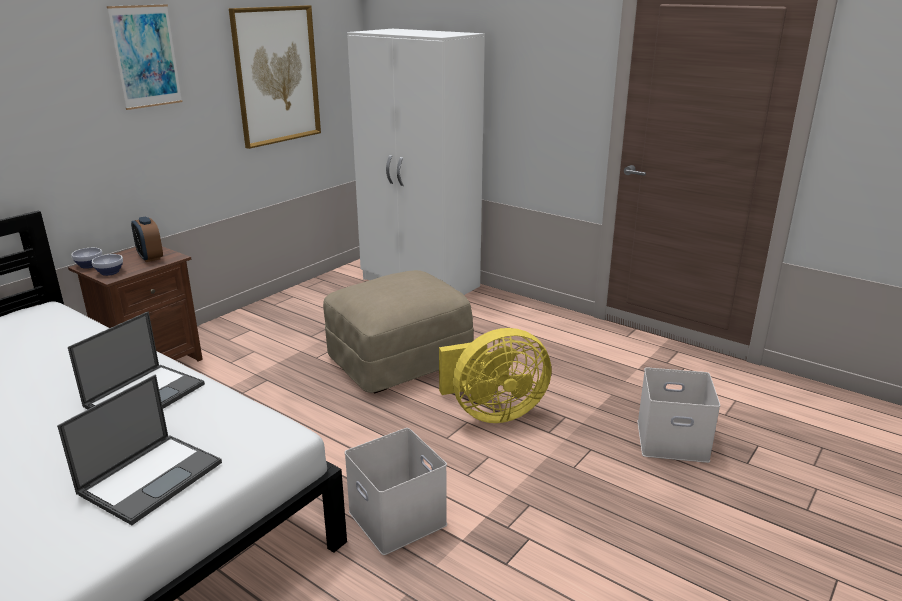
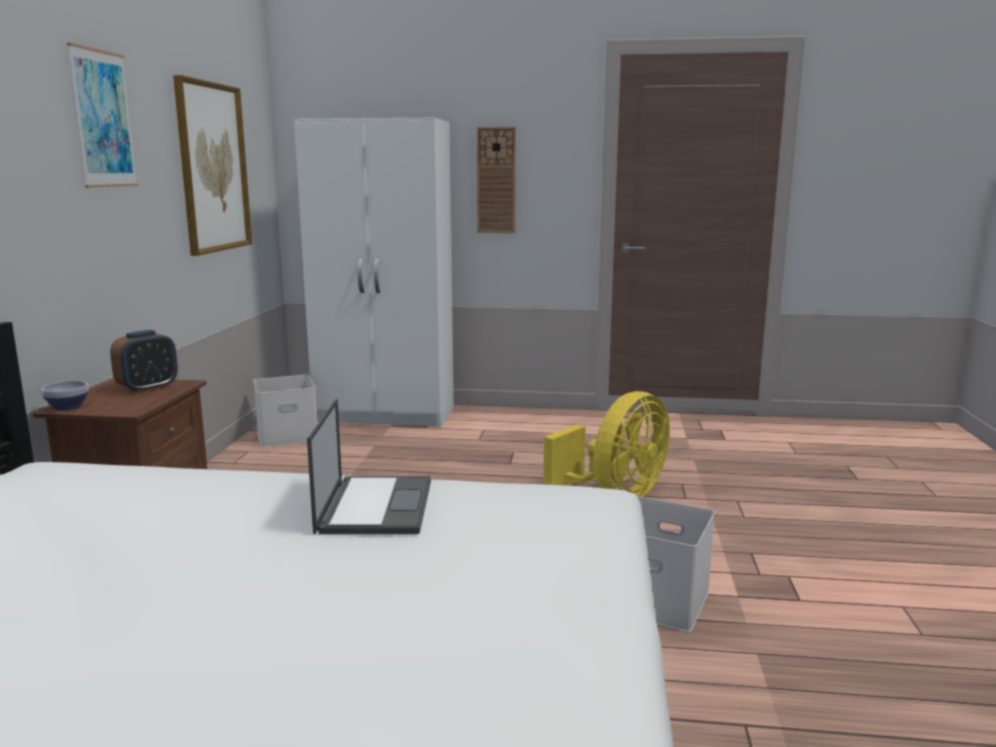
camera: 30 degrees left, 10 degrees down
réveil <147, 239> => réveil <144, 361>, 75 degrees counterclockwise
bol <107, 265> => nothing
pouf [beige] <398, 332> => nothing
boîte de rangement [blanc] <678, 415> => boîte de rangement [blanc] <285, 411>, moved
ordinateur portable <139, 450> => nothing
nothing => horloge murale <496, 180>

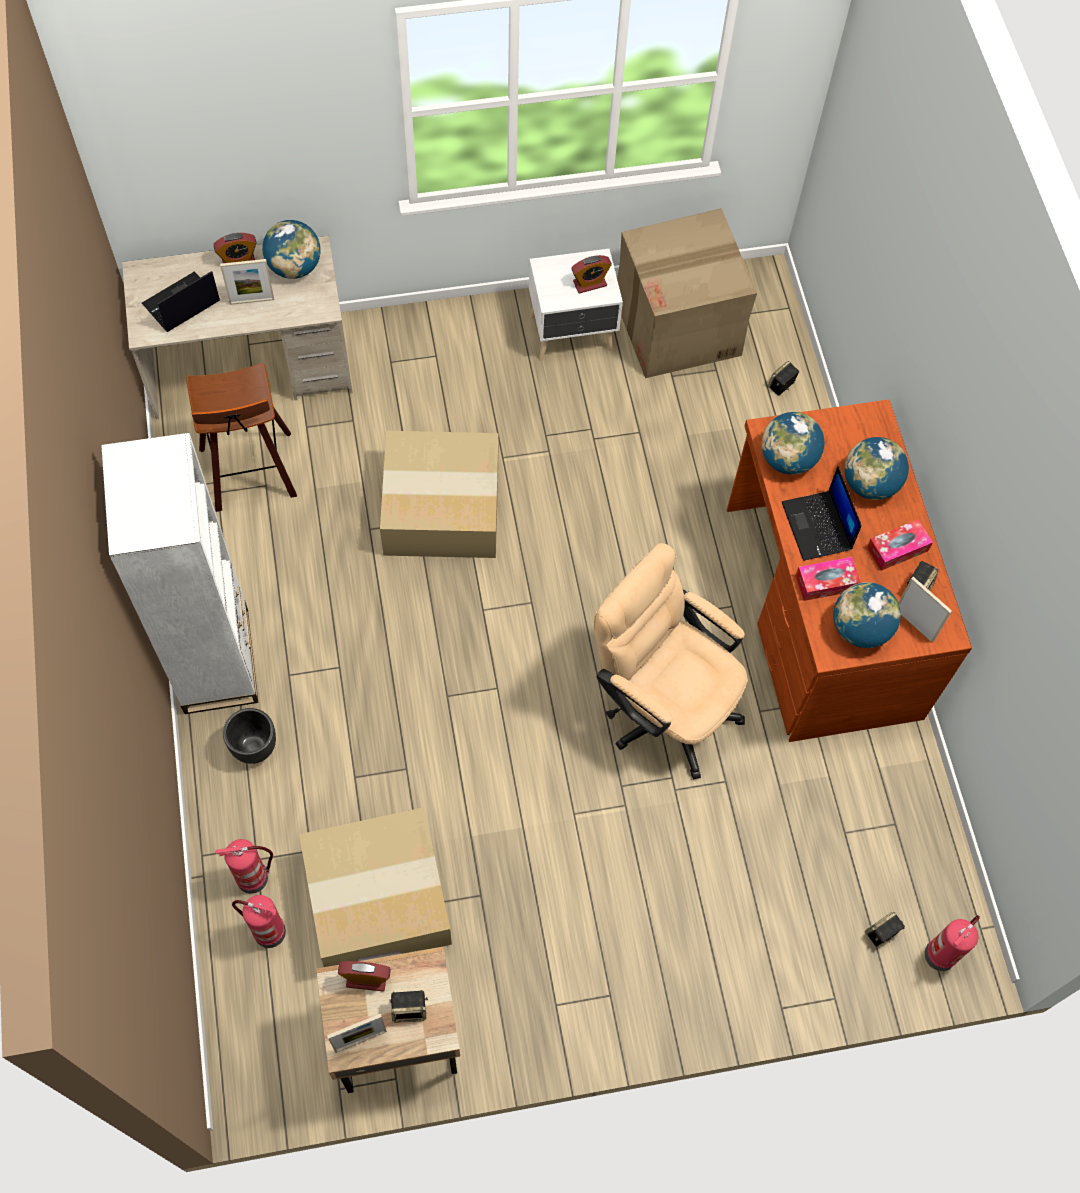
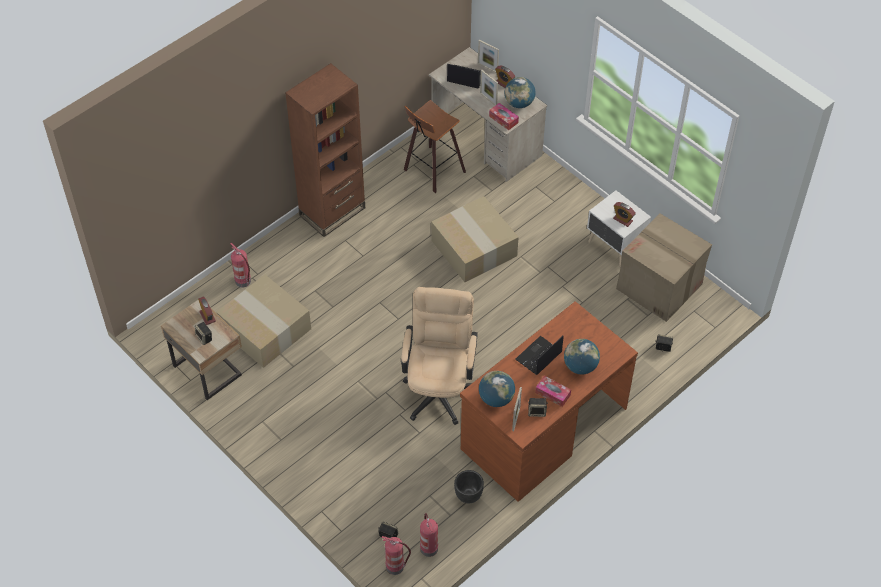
camera: 60 degrees right, 10 degrees down
globe <792, 443> => nothing
bibliothèque [blanc] <179, 573> => bibliothèque [marron] <325, 150>
boîte à mouchoirs <828, 579> => boîte à mouchoirs <504, 116>, moved
cache-pot [noir] <249, 736> => cache-pot [noir] <469, 486>, moved
extincteur <259, 921> => extincteur <429, 535>, moved
cadre photo <357, 1033> => cadre photo <488, 56>, moved

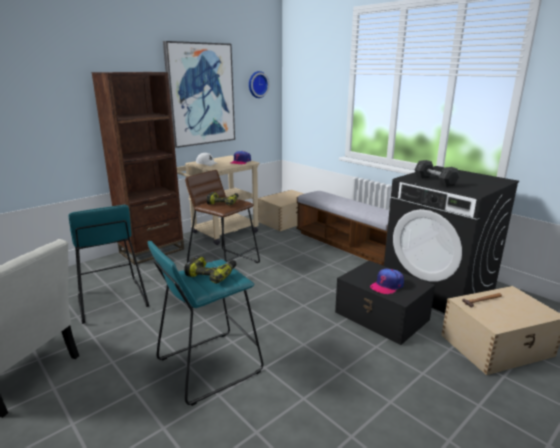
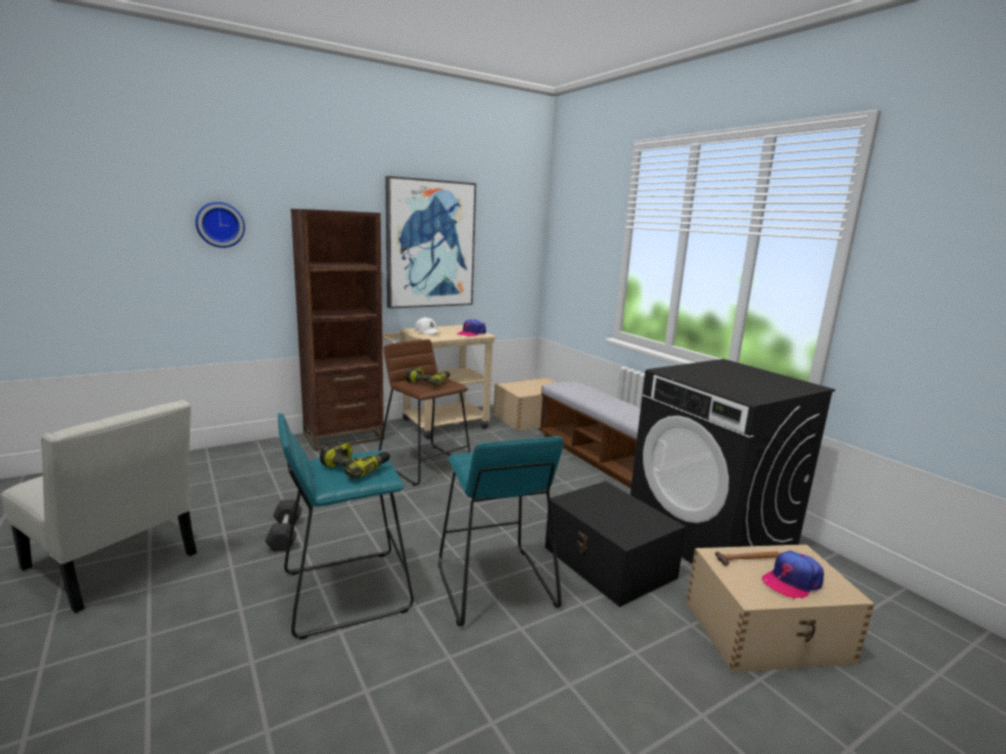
camera: 10 degrees right, 5 degrees down
horloge murale <259, 84> => horloge murale <220, 225>, moved
haltère [gris] <437, 173> => haltère [gris] <283, 525>, moved
tabouret [turquoise] <109, 264> => tabouret [turquoise] <501, 531>, moved
casquette <387, 281> => casquette <793, 575>, moved

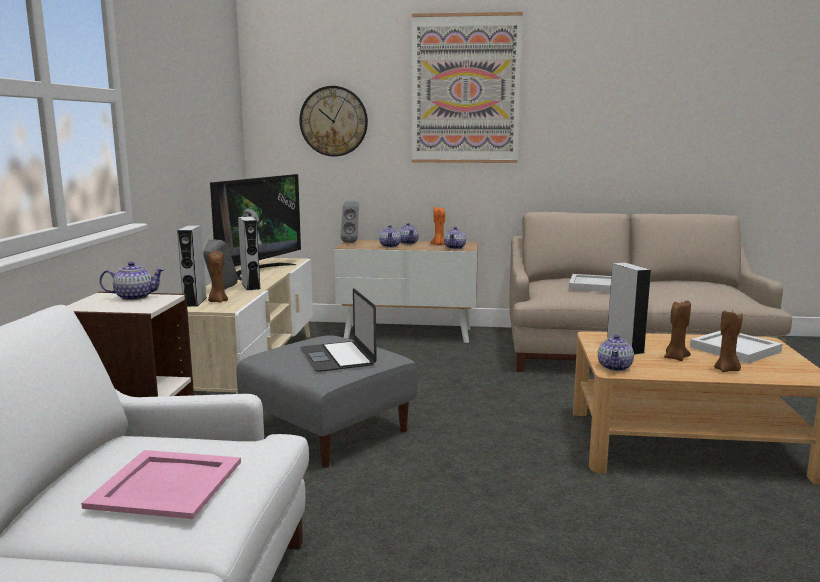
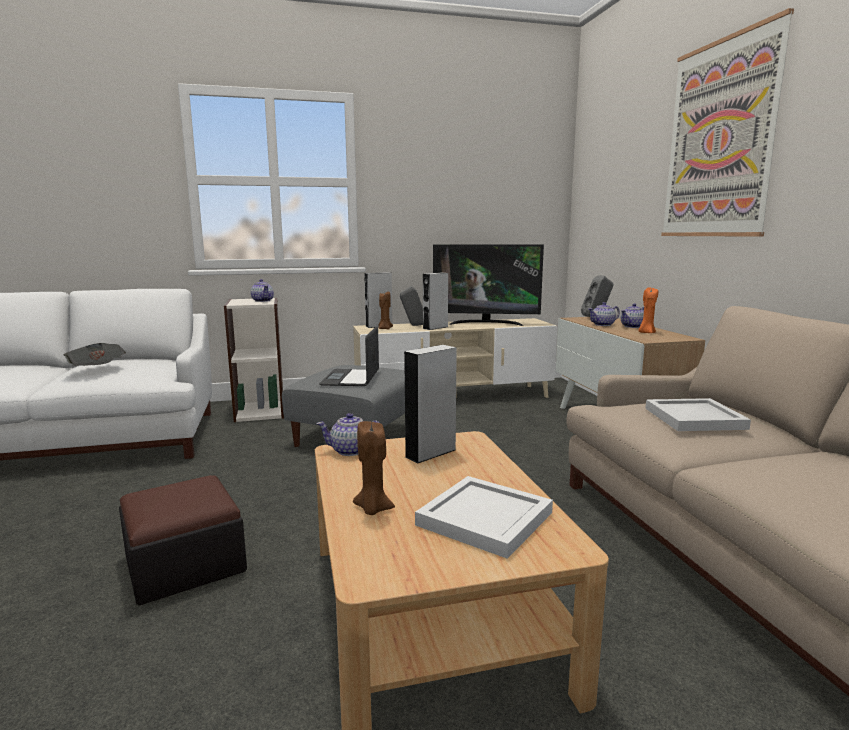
camera: 70 degrees right, 0 degrees up
horloge murale <333, 121> => nothing
théière <455, 238> => nothing
ordinateur portable <338, 330> => ordinateur portable <349, 356>, 45 degrees counterclockwise
bougie [marron] <677, 330> => nothing
plateau [rose] <161, 484> => journal <95, 354>
nothing => pouf <183, 540>

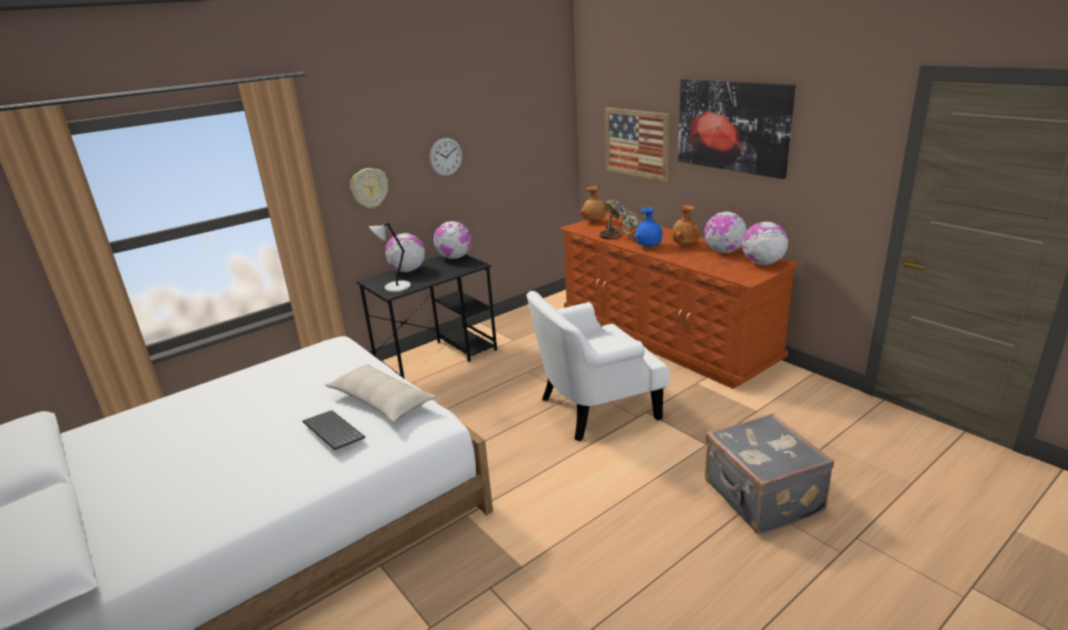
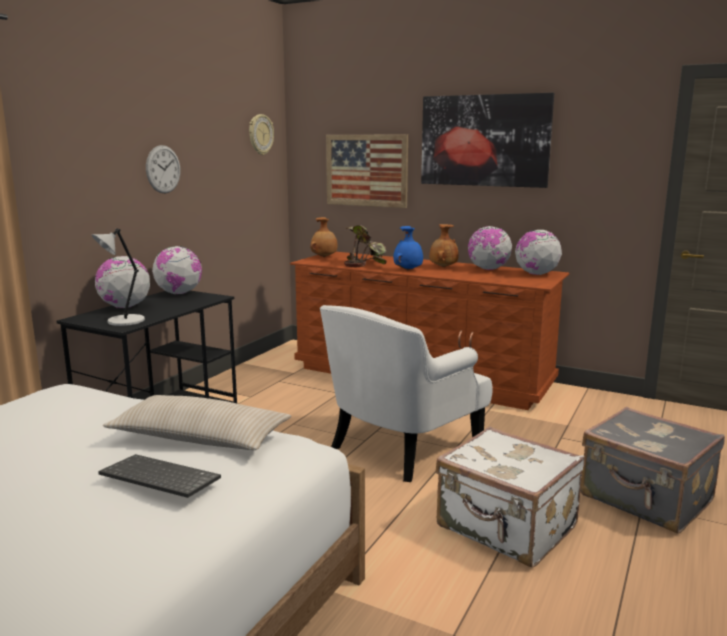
camera: 25 degrees left, 10 degrees down
horloge murale <369, 188> => horloge murale <261, 134>, moved
nothing => valise [blanc] <510, 497>

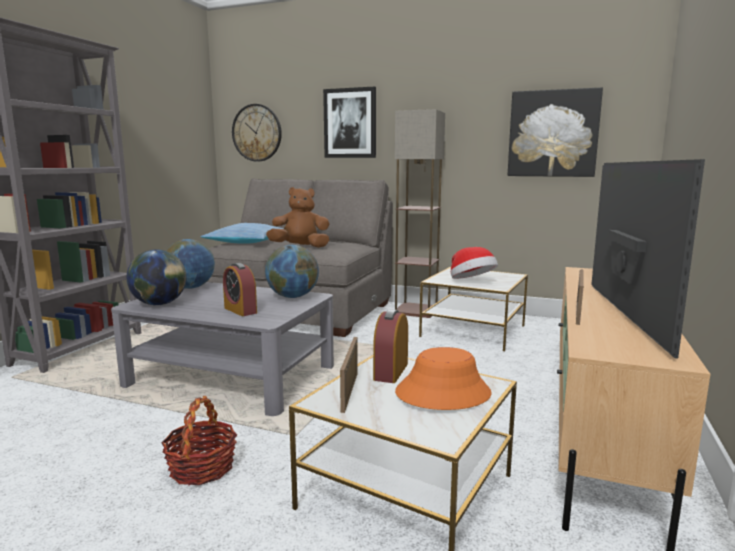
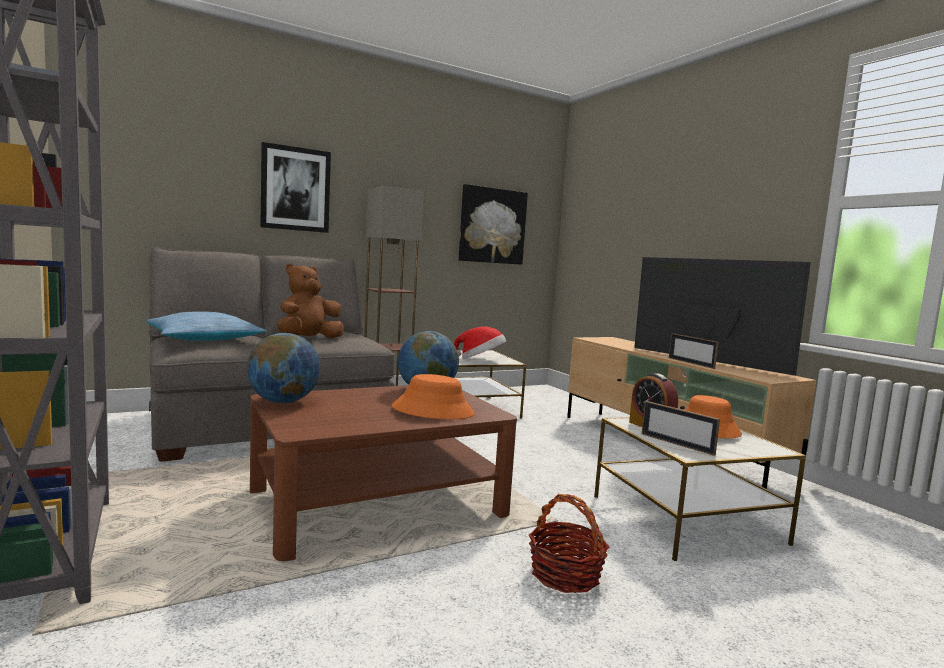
camera: 50 degrees left, 5 degrees down
horloge murale <257, 133> => nothing
globe <157, 277> => nothing
réveil <240, 289> => chapeau [orange] <433, 396>
table basse [gris] <222, 349> => table basse [marron] <383, 473>

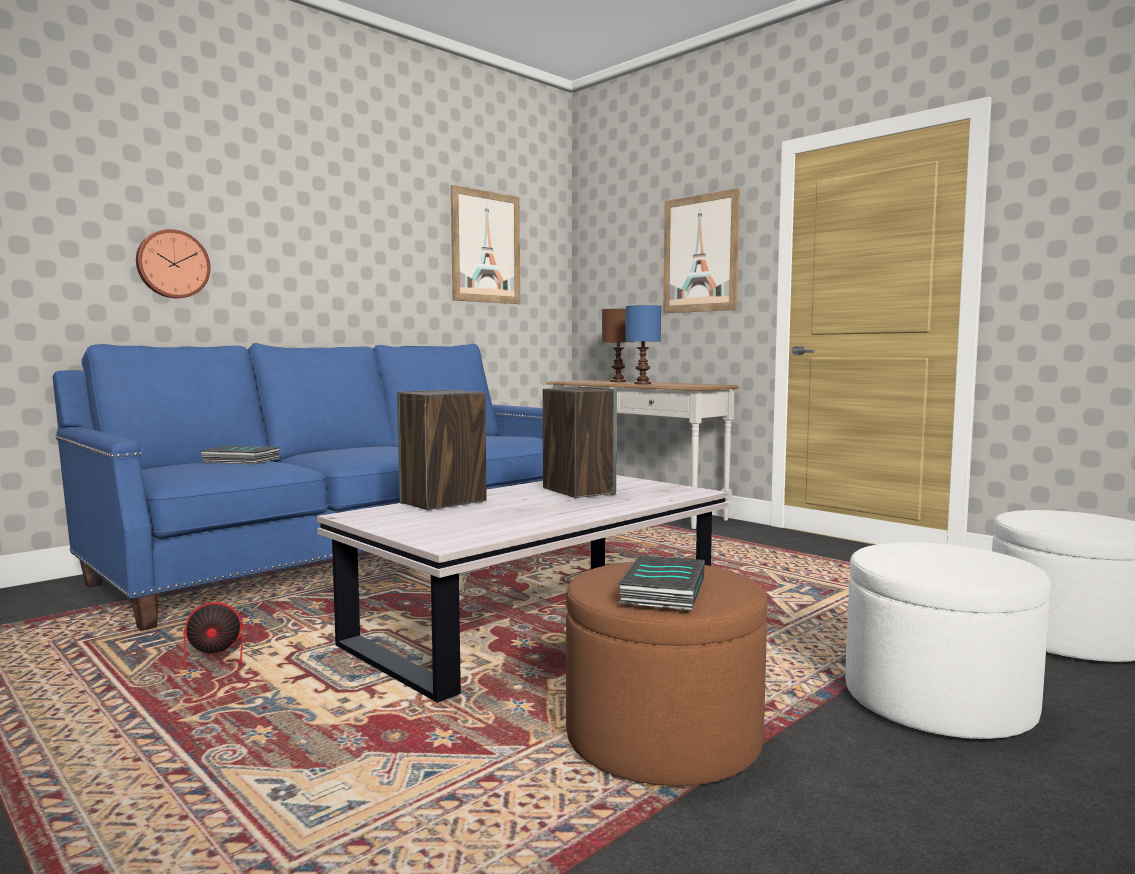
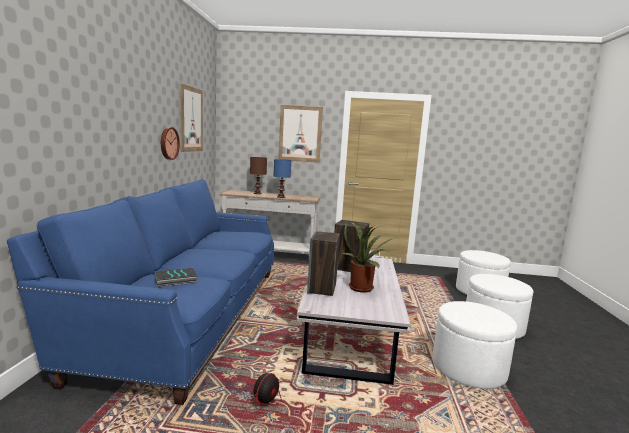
camera: 40 degrees left, 5 degrees up
horloge murale <173, 263> => horloge murale <170, 143>, moved
livre <661, 583> => nothing
pouf [marron] <667, 674> => pouf [blanc] <474, 345>
nothing => plante en pot <368, 257>

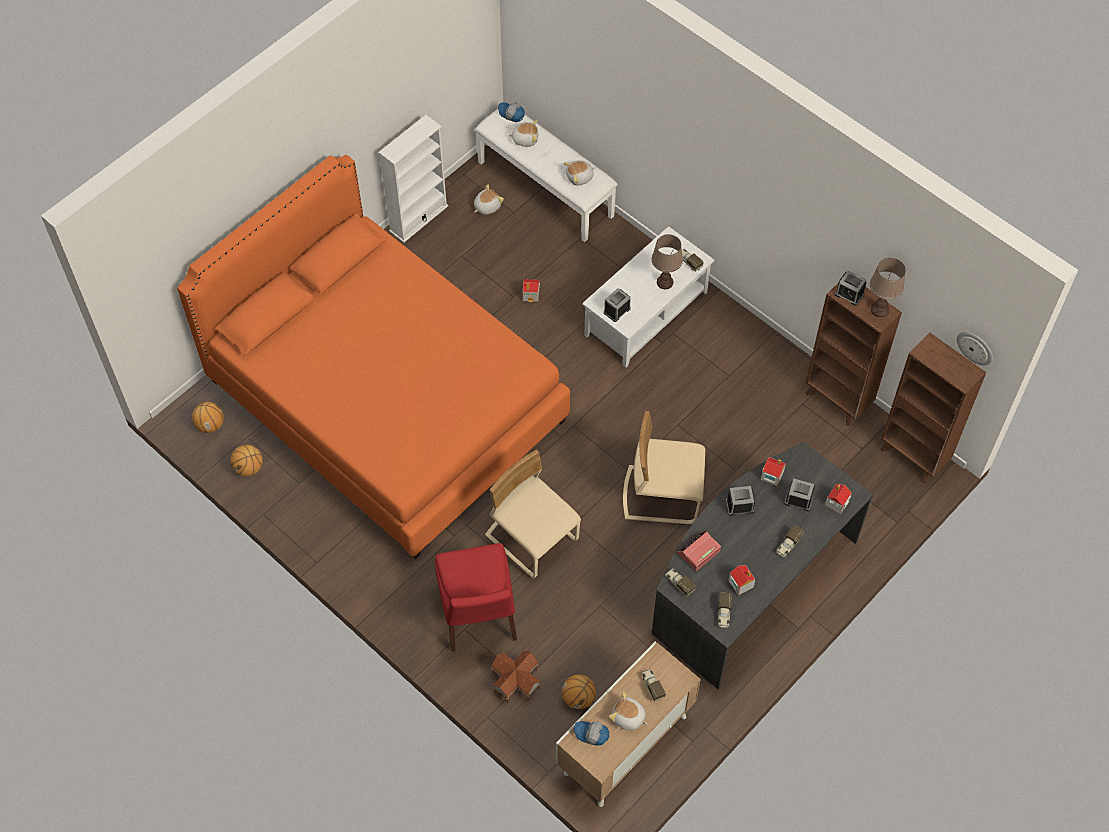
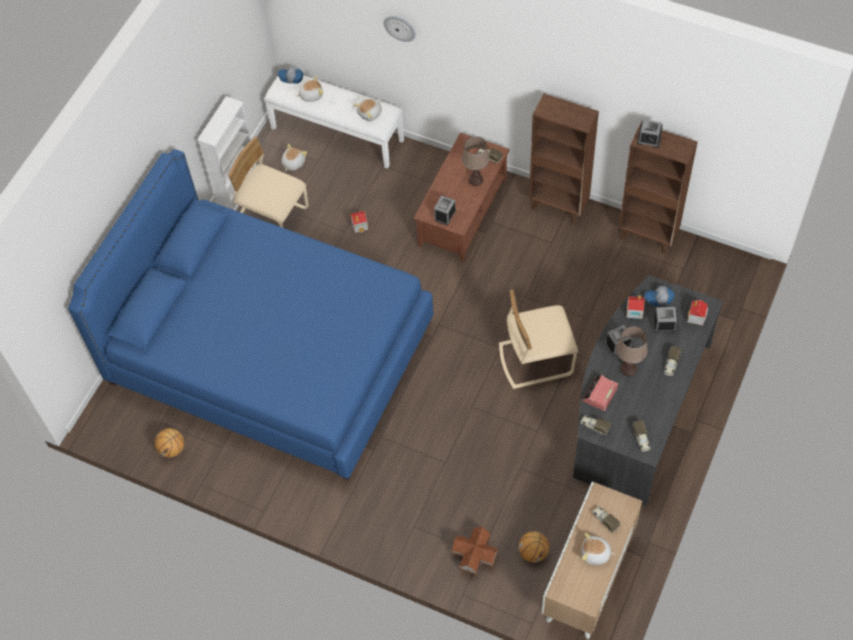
camera: 15 degrees left, 0 degrees up
lit [orange] <373, 357> => lit [bleu] <250, 315>
table basse [blanc] <648, 297> => table basse [marron] <461, 198>
lampe de table [marron] <888, 287> => lampe de table [marron] <632, 351>, moved
bibliothèque [marron] <933, 407> => bibliothèque [marron] <564, 159>, moved
horloge murale <975, 349> => horloge murale <400, 29>, moved
ballon de basket <208, 417> => nothing
chaise [beige] <533, 514> => chaise [beige] <268, 182>, moved
chaise [rouge] <476, 597> => nothing
maison miniature <741, 580> => nothing
casquette <591, 733> => casquette <659, 296>, moved

